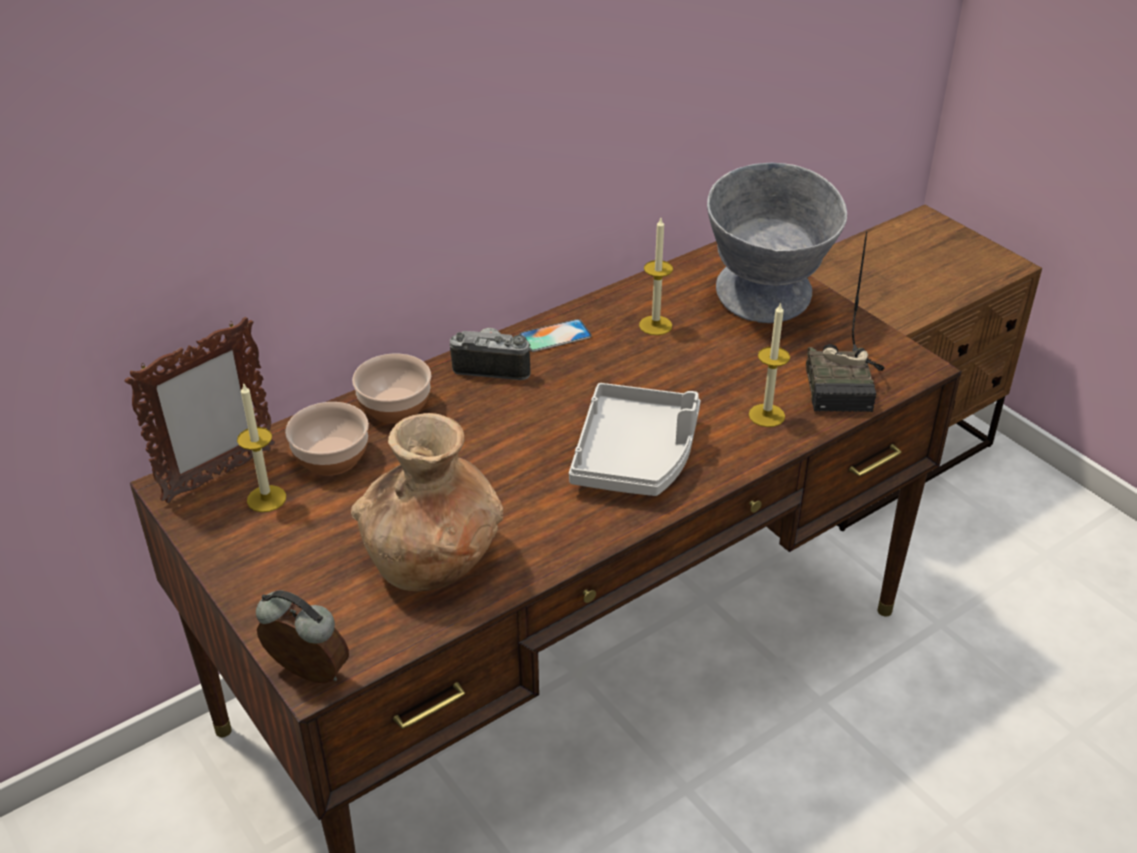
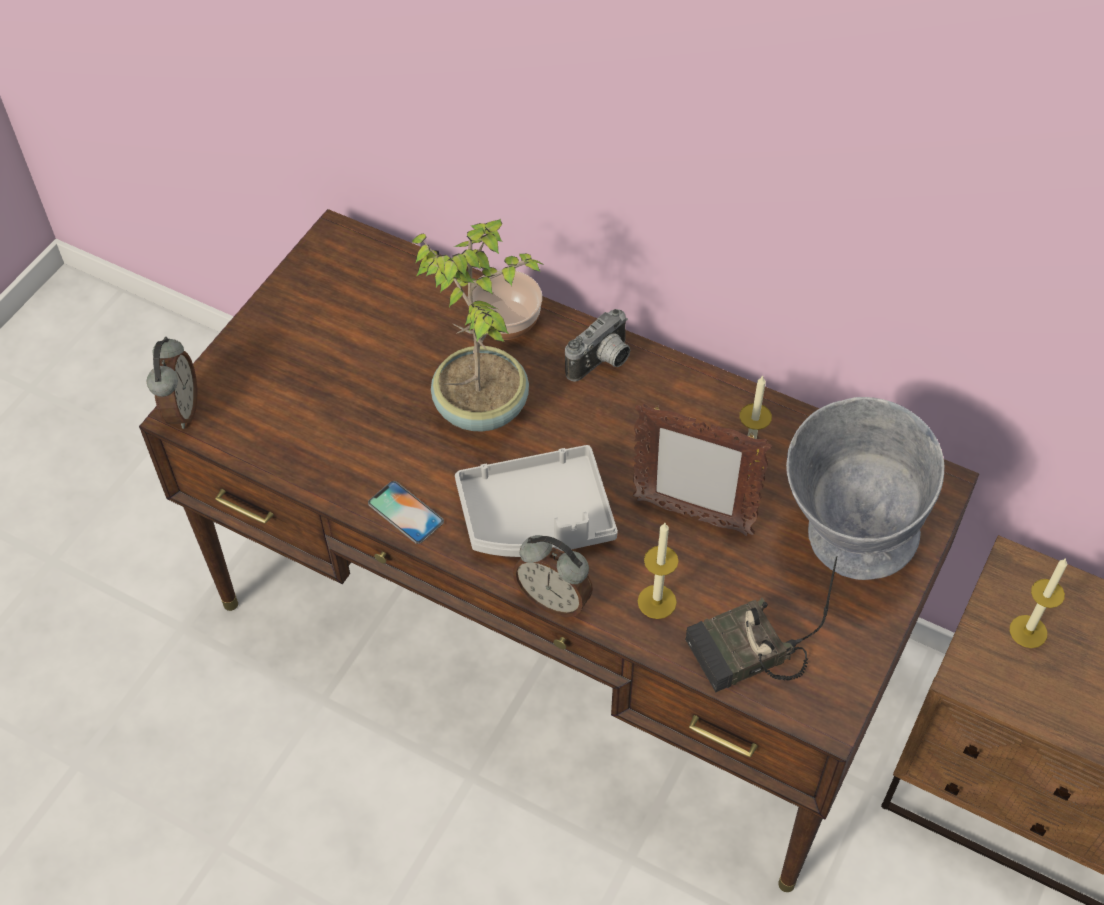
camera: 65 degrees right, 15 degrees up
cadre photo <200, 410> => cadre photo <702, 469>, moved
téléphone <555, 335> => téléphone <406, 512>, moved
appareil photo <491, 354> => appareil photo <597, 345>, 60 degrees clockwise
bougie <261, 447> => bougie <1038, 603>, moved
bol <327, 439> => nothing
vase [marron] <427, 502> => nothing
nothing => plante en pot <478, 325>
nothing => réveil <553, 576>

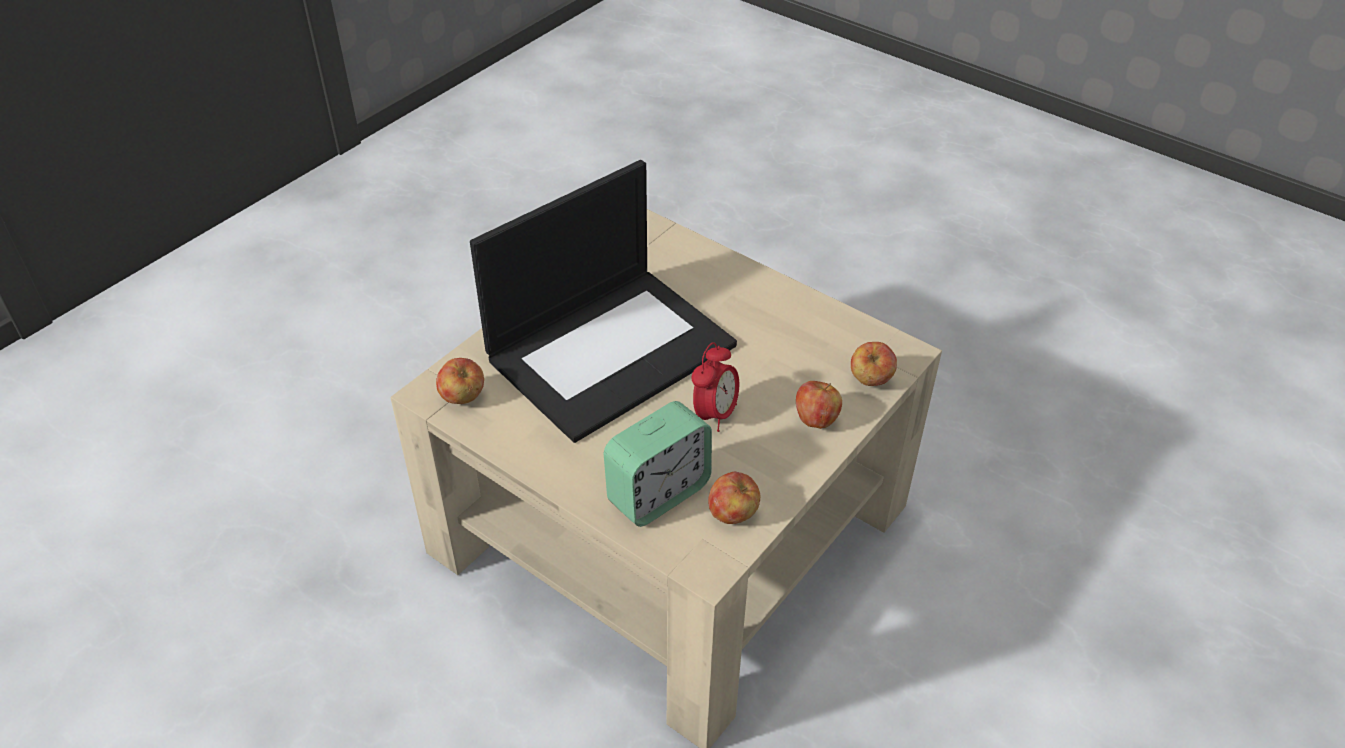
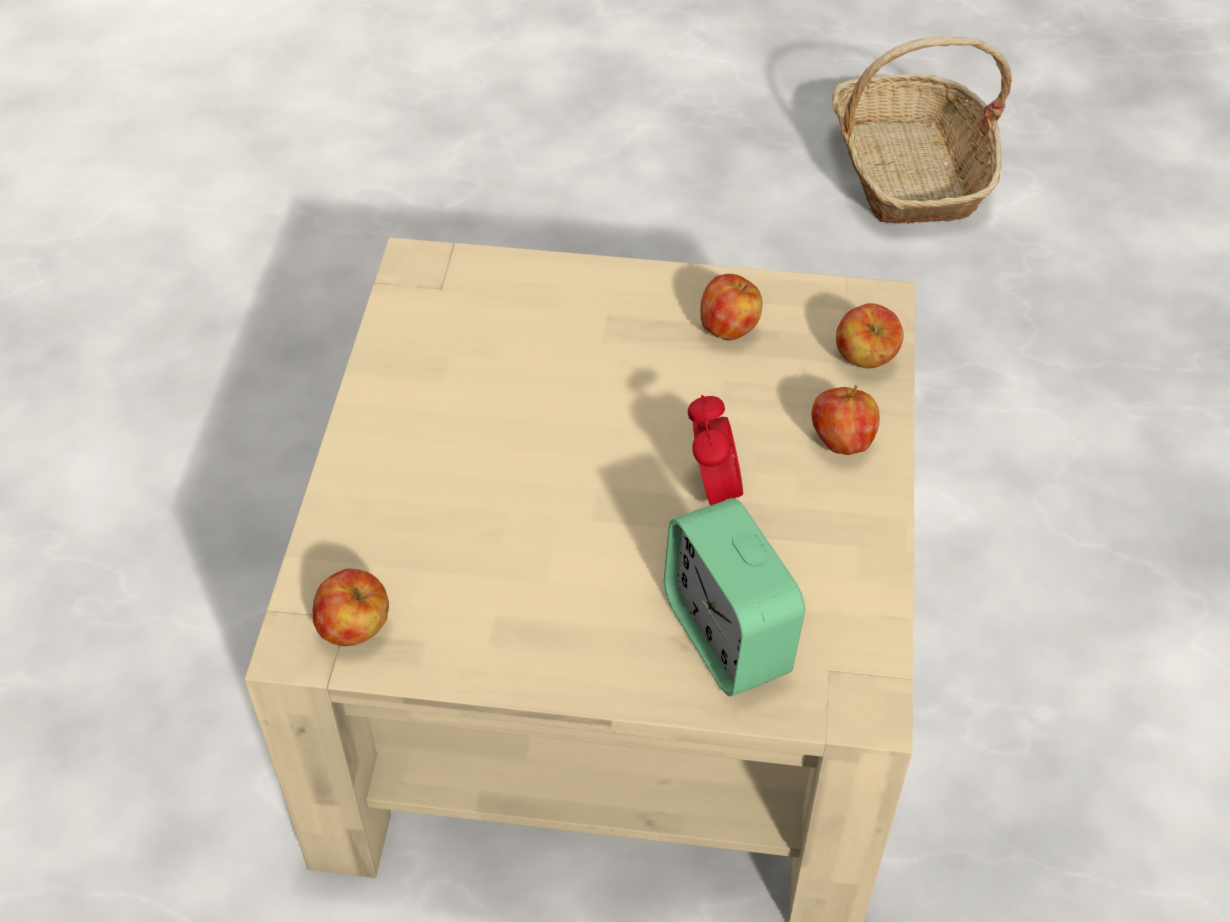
camera: 30 degrees left, 5 degrees up
ordinateur portable <603, 301> => nothing
réveil <658, 464> => réveil <734, 597>, 135 degrees clockwise
pomme <734, 498> => pomme <731, 307>, moved
nothing => panier <922, 130>

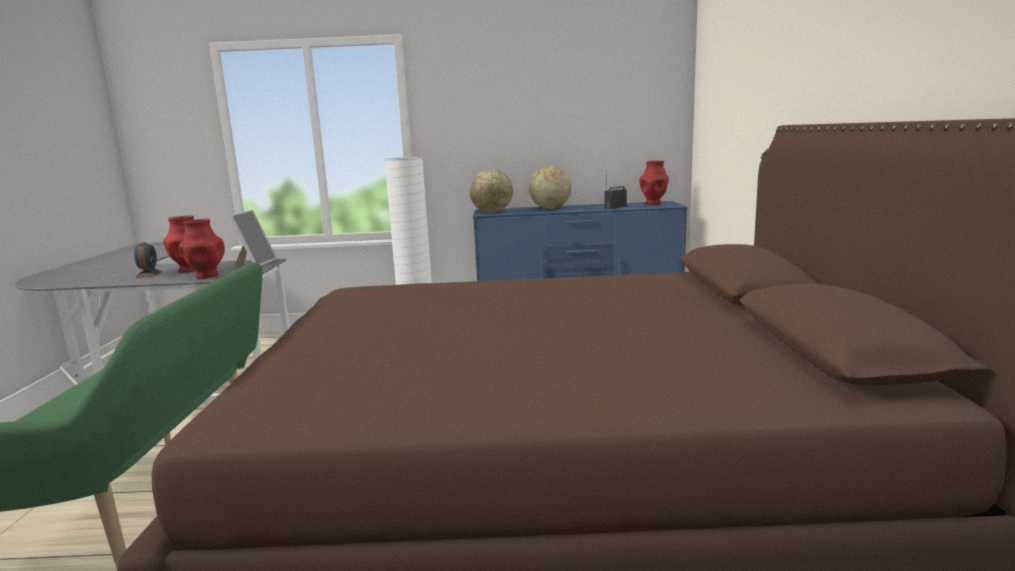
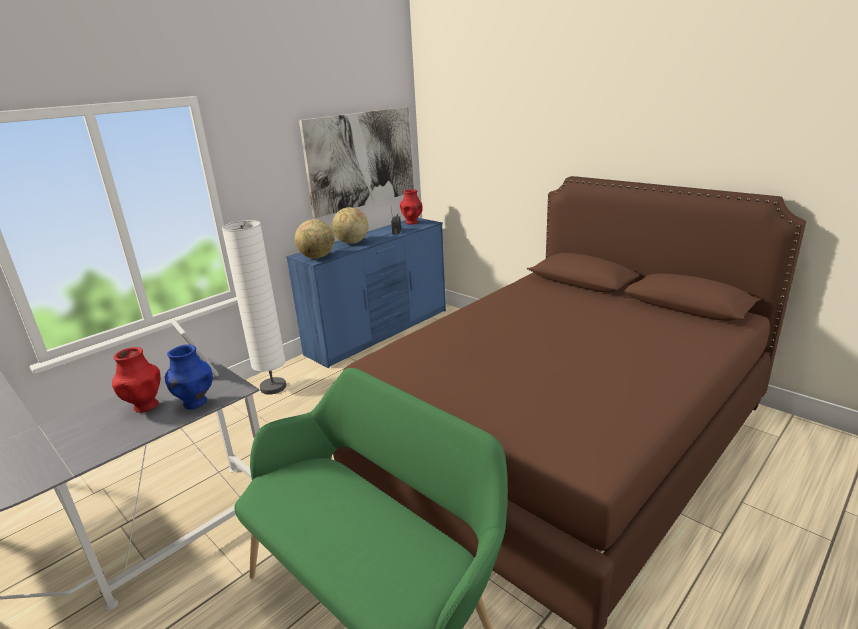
camera: 45 degrees left, 10 degrees up
vase [rouge] <202, 248> => vase [bleu] <189, 377>
réveil <148, 260> => nothing
nothing => tableau <356, 162>

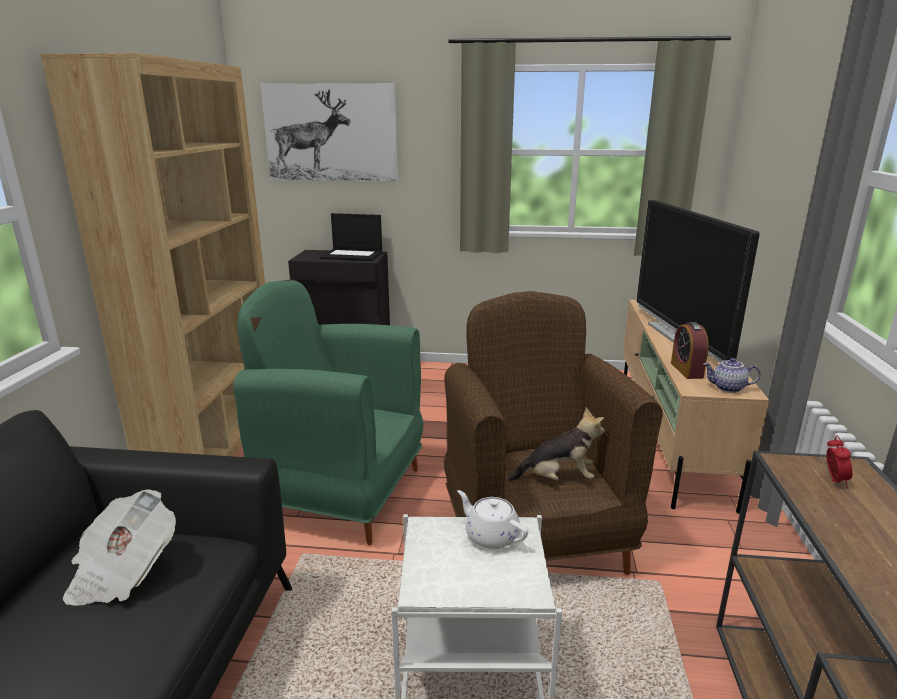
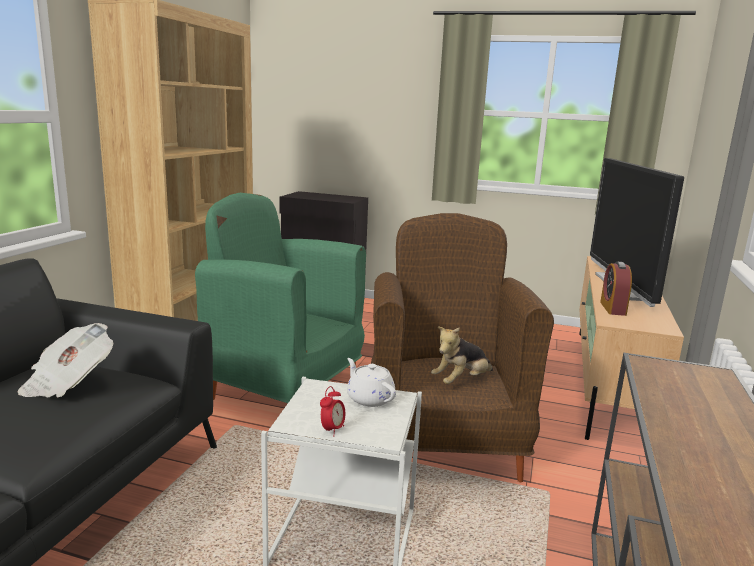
camera: 10 degrees right, 5 degrees down
tableau <329, 132> => nothing
ordinateur portable <351, 237> => nothing
théière <732, 375> => nothing
peluche <556, 445> => peluche <462, 355>, 135 degrees clockwise
réveil <840, 461> => réveil <332, 411>, moved

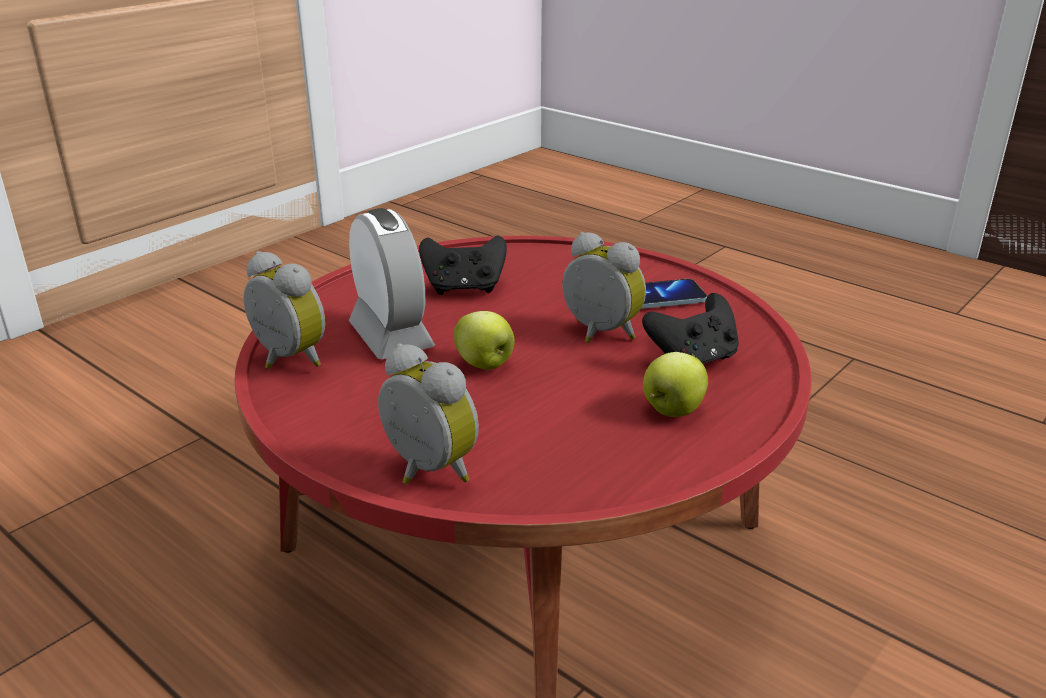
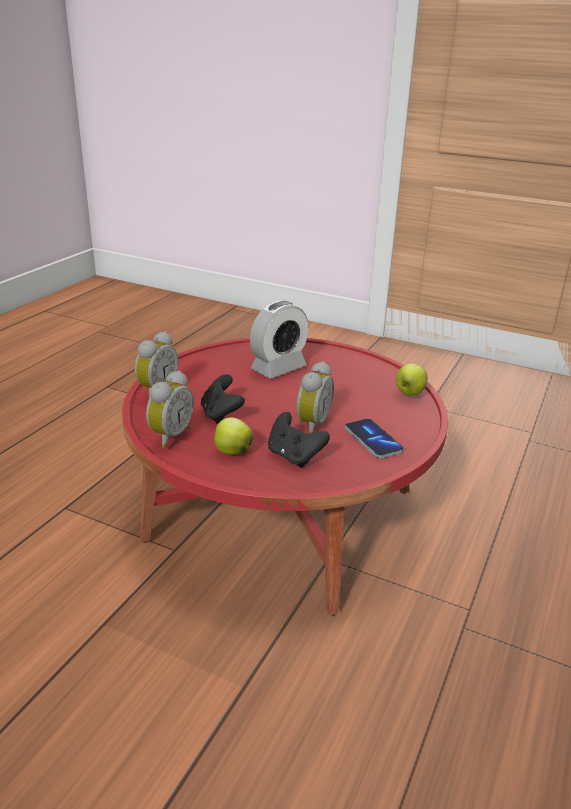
camera: 75 degrees right, 0 degrees up
manette [noir] <463, 265> => manette [noir] <223, 399>, moved
réveil <284, 310> => réveil <170, 409>, moved
pomme <484, 340> => pomme <412, 379>, moved

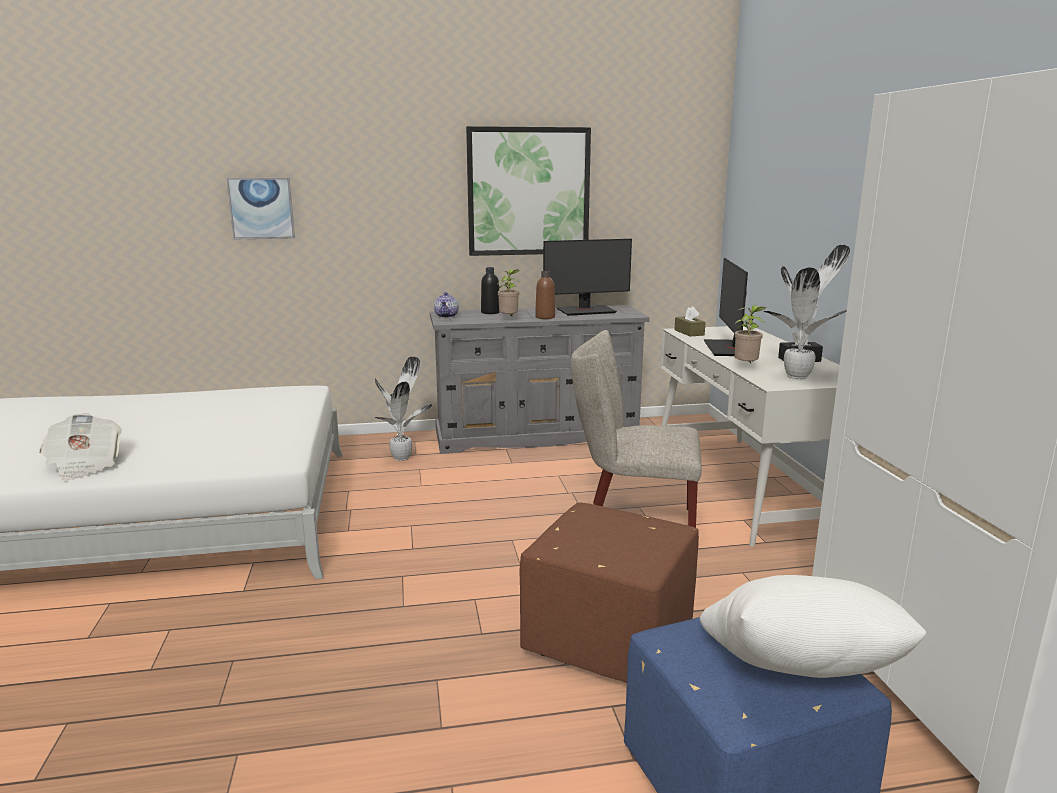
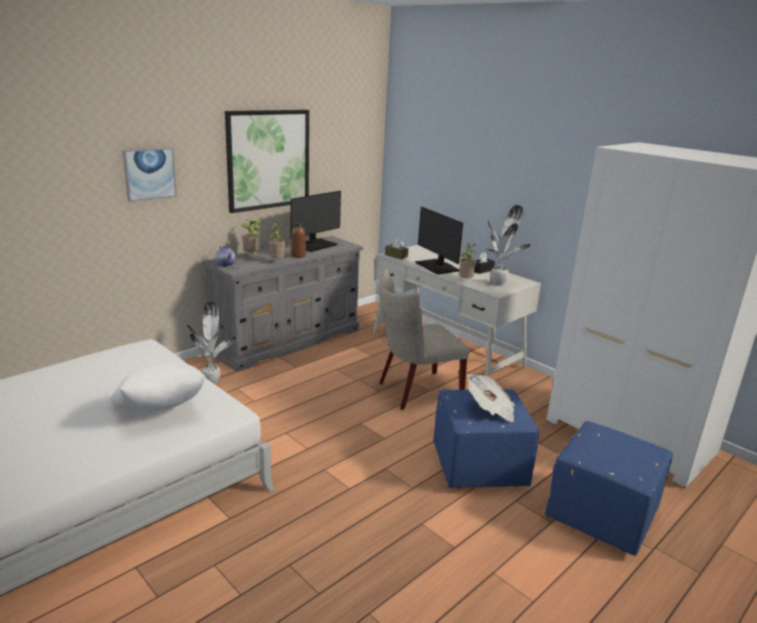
camera: 35 degrees left, 5 degrees up
tableau <260, 208> => tableau <150, 174>, moved
bouteille [noir] <490, 290> => plante en pot <251, 237>
journal <80, 446> => journal <491, 398>, moved
pouf [marron] <609, 593> => pouf [bleu] <486, 438>
coussin [blanc] <813, 626> => coussin [blanc] <157, 387>, moved

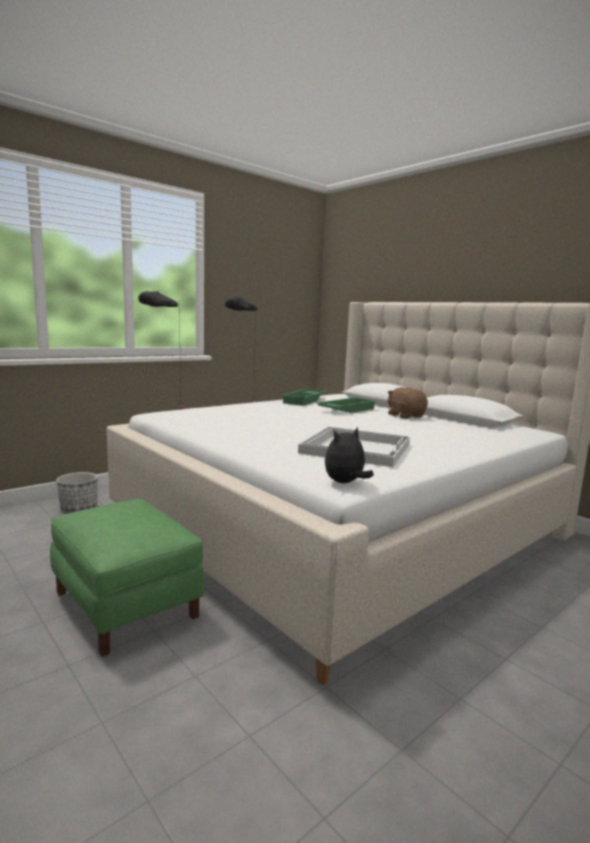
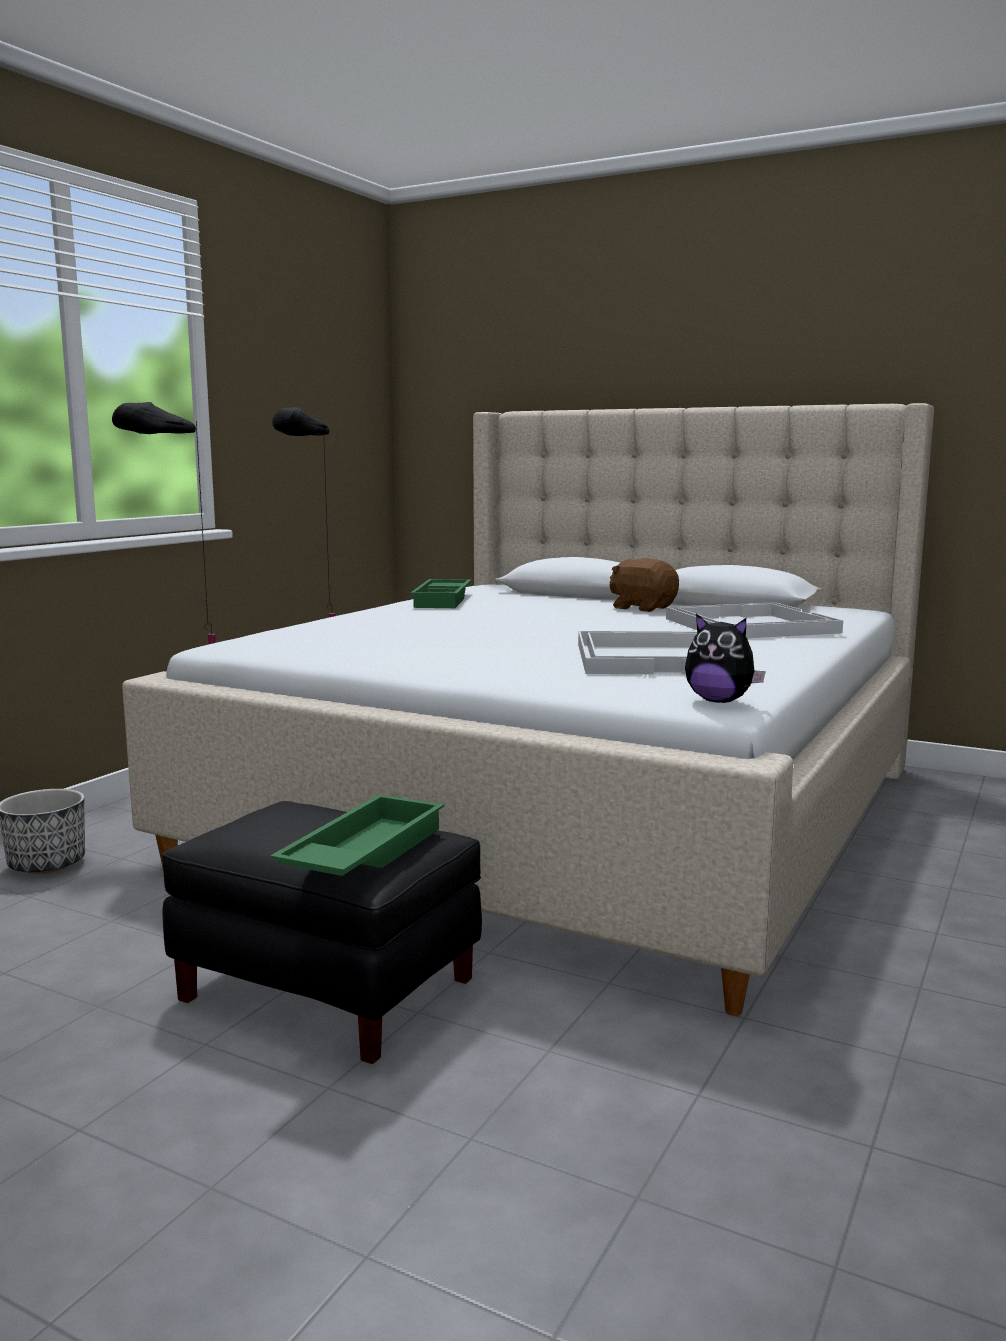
camera: 20 degrees left, 0 degrees up
plateau [vert] <346, 405> => plateau [vert] <357, 835>, moved
peluche <349, 455> => peluche <725, 658>, 90 degrees counterclockwise
pouf [vert] <127, 578> => pouf [noir] <321, 932>
nothing => plateau [blanc] <754, 620>

